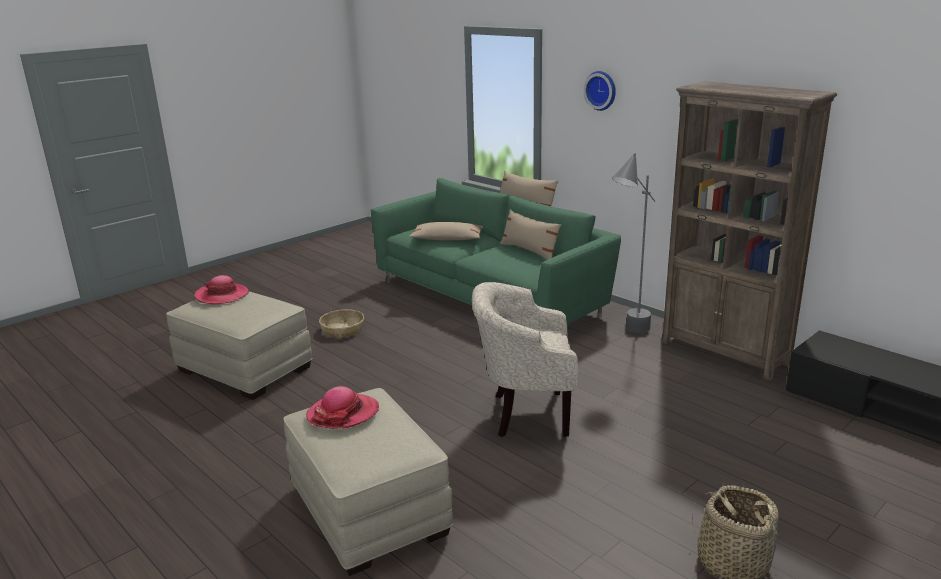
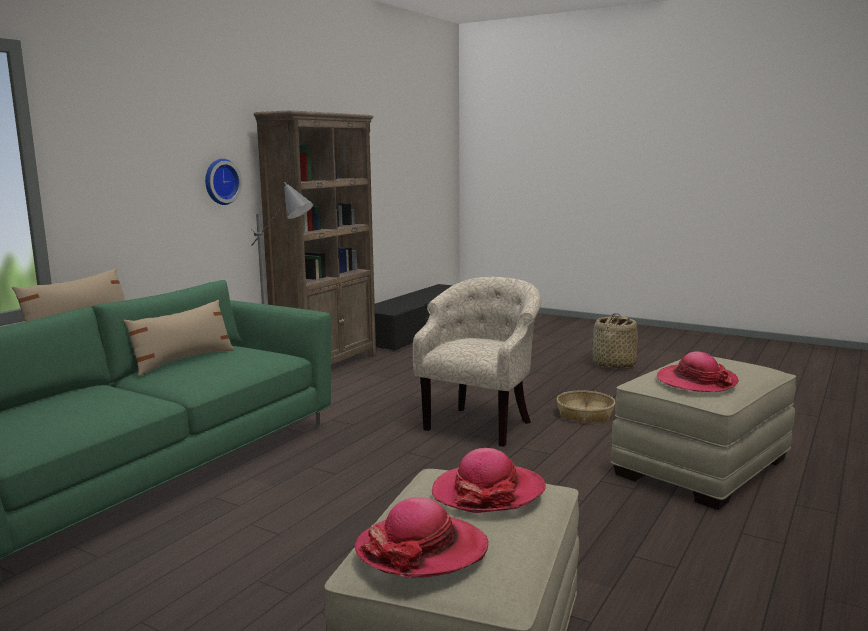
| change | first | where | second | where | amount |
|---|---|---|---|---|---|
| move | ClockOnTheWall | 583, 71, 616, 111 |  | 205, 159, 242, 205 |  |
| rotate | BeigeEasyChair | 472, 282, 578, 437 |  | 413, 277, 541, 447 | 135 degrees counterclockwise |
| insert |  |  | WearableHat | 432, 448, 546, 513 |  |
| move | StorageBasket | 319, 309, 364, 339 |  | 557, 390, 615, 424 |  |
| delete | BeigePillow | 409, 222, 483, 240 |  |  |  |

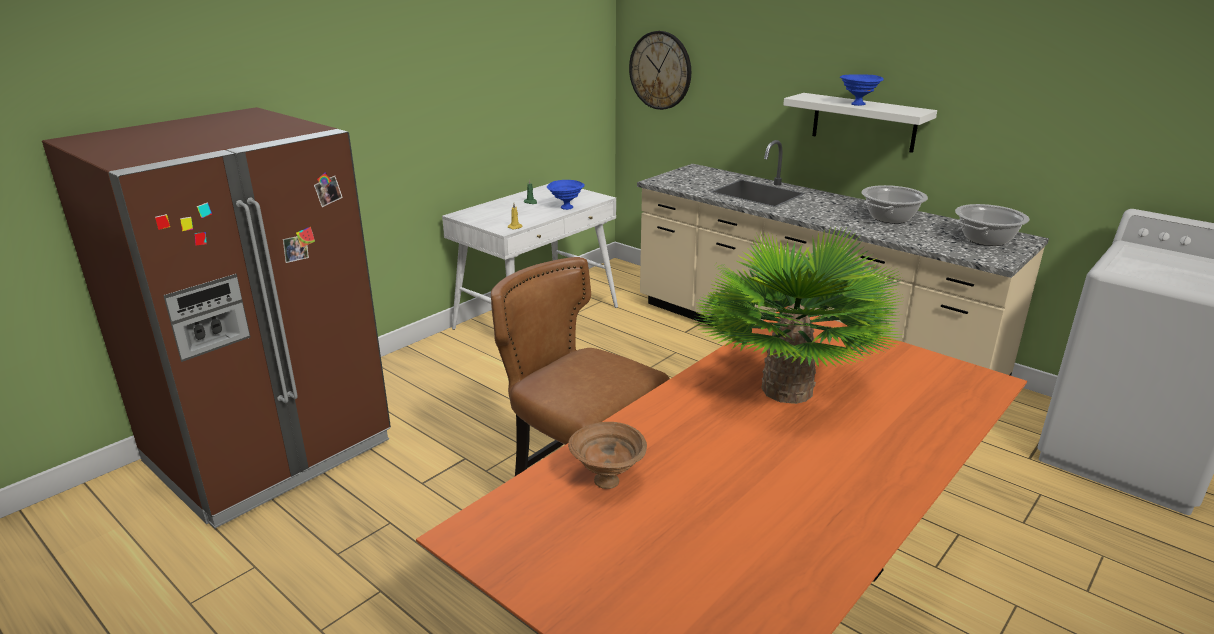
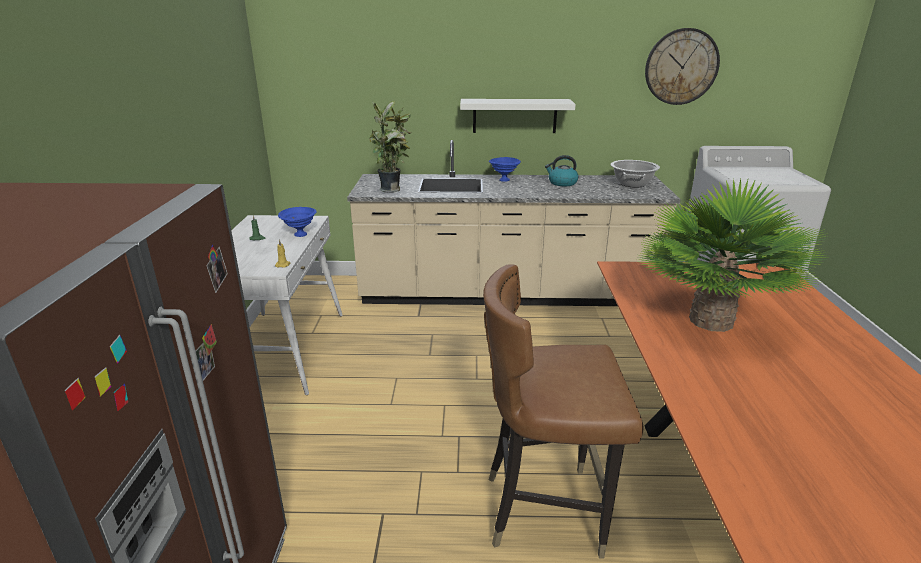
| change | first | where | second | where | amount |
|---|---|---|---|---|---|
| insert |  |  | PlantInAPot | 369, 101, 412, 193 |  |
| move | BlueBowl | 840, 75, 884, 106 |  | 489, 157, 521, 182 |  |
| replace | Stockpot | 862, 185, 928, 224 | WaterKettle | 545, 155, 579, 186 |  |
| move | ClockOnTheWall | 629, 31, 691, 110 |  | 645, 28, 720, 105 |  |
| delete | BrownishBowl | 568, 422, 647, 489 |  |  |  |

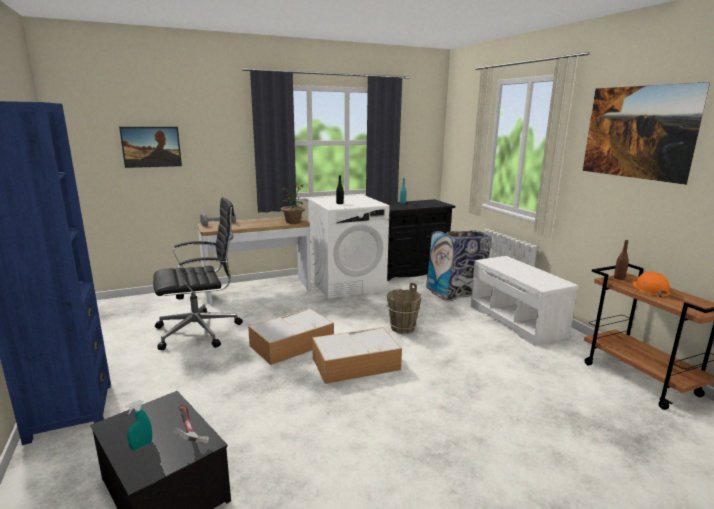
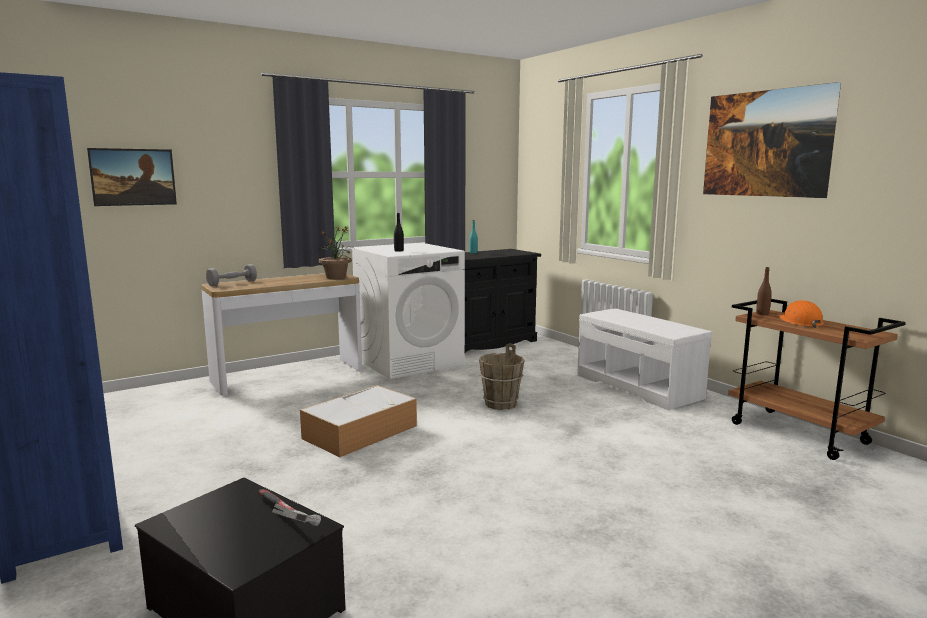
| change | first | where | second | where | amount |
|---|---|---|---|---|---|
| delete | BlueGreenSprayBottle | 125, 400, 152, 450 |  |  |  |
| delete | BlackishComputerChair | 153, 197, 243, 350 |  |  |  |
| delete | StorageBox | 312, 327, 402, 384 |  |  |  |
| delete | WasteBin | 426, 230, 492, 302 |  |  |  |

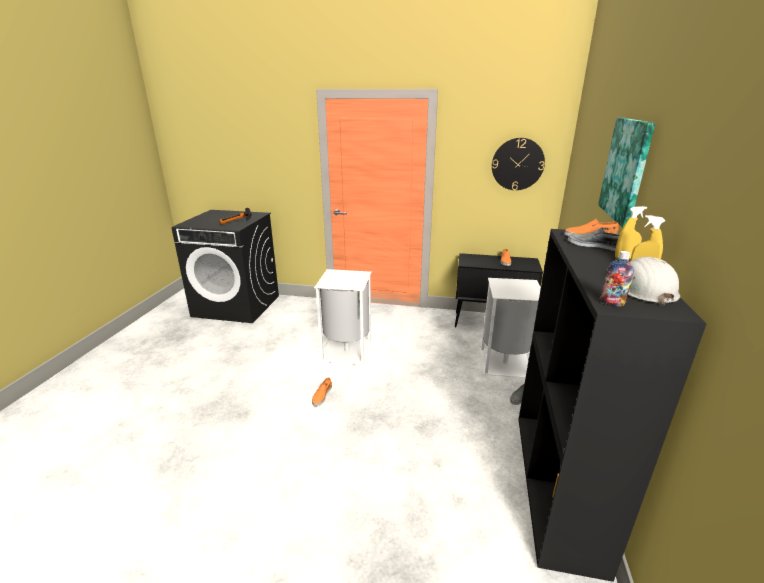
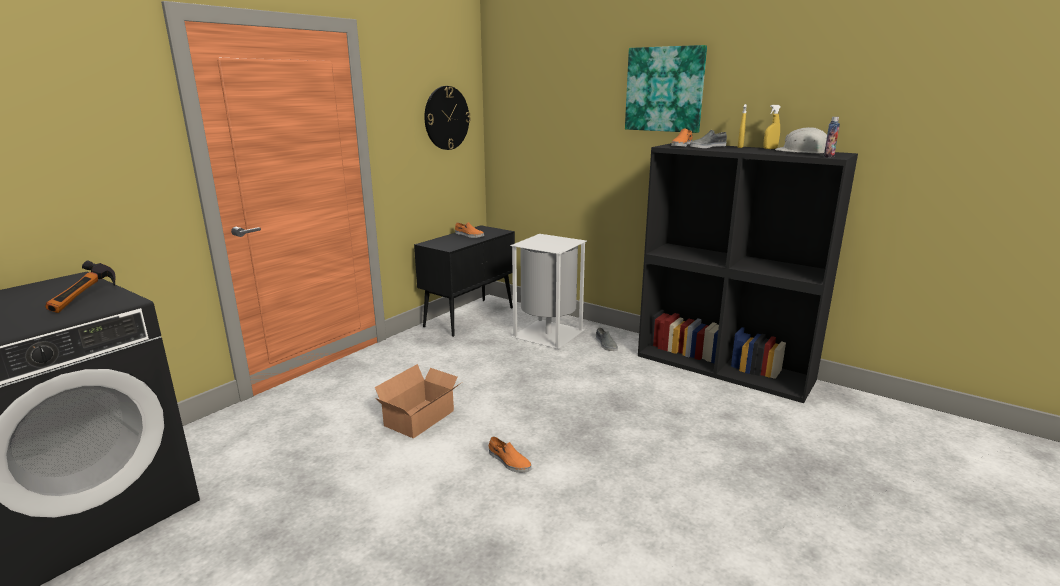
| change | first | where | second | where | amount |
|---|---|---|---|---|---|
| replace | WhiteWasteBin | 314, 269, 373, 365 | CardboardBox | 375, 364, 461, 438 |  |

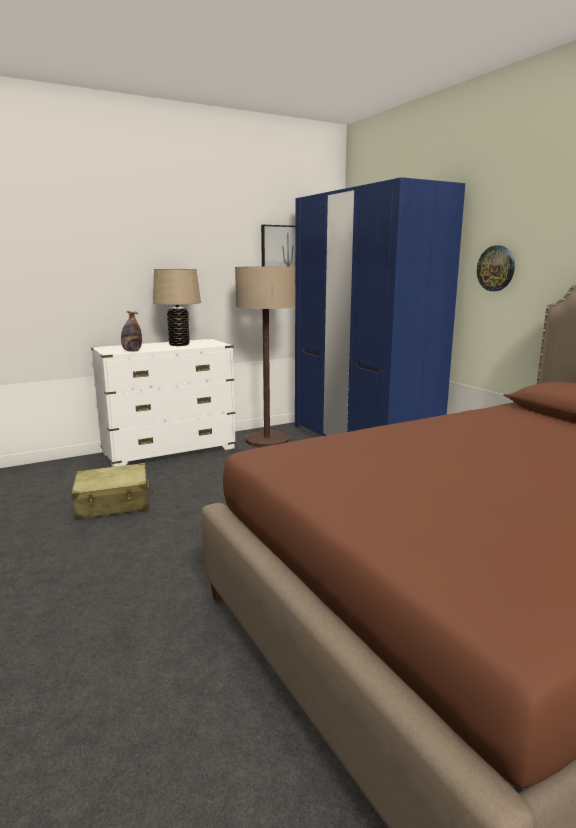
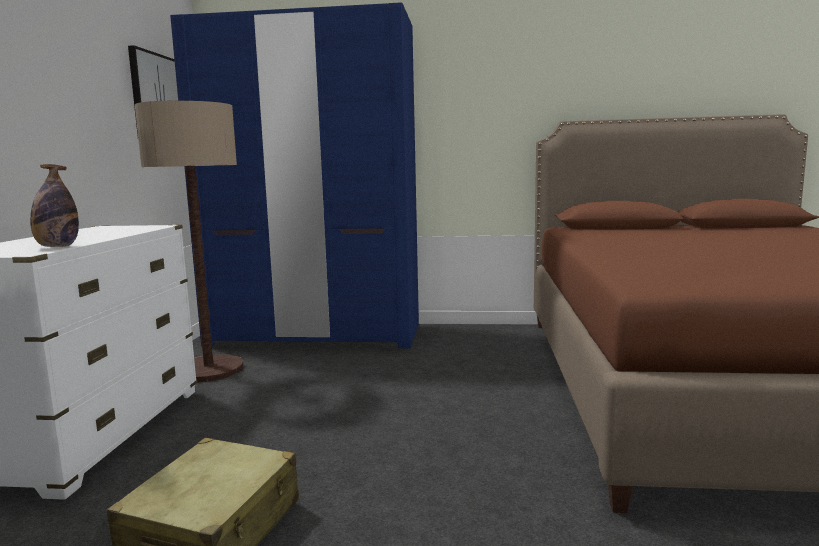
| change | first | where | second | where | amount |
|---|---|---|---|---|---|
| delete | BeigeTabletopLamp | 153, 269, 201, 346 |  |  |  |
| delete | ClockOnTheWall | 477, 245, 515, 291 |  |  |  |

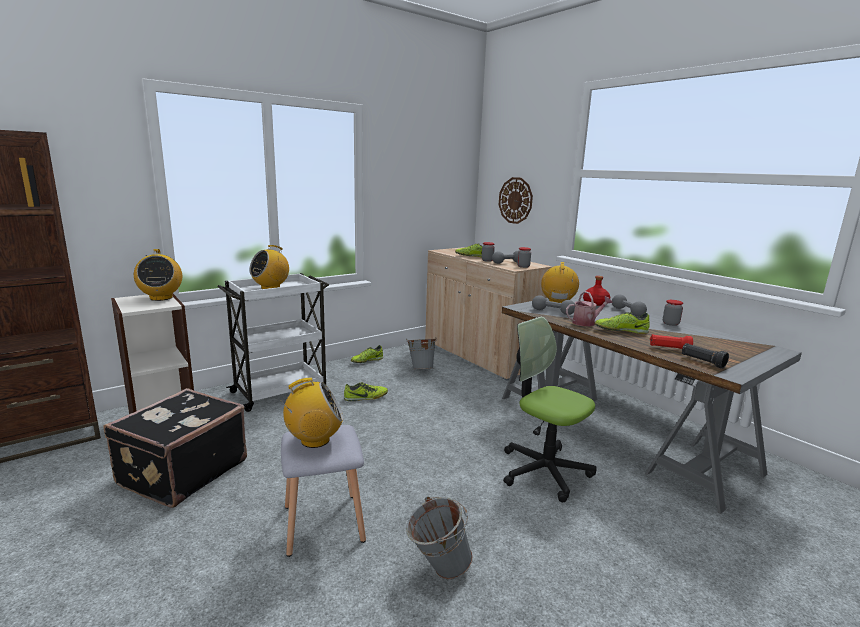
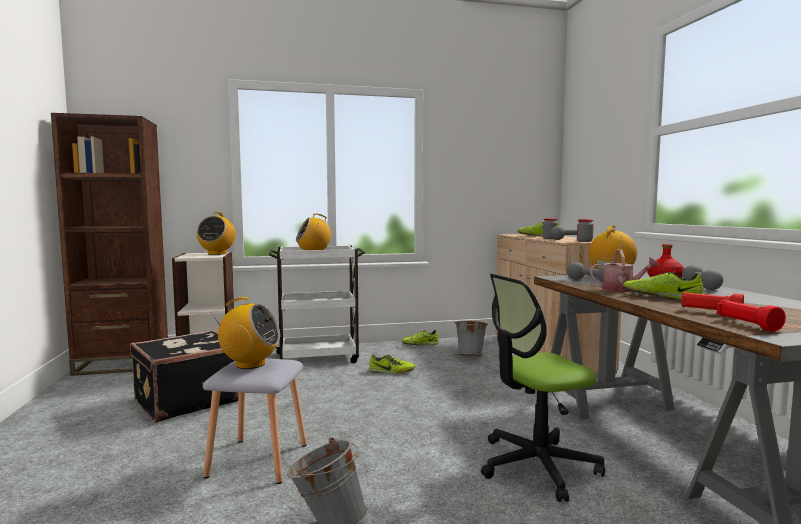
| change | first | where | second | where | amount |
|---|---|---|---|---|---|
| rotate | ComputerChair | 503, 317, 597, 502 |  | 481, 274, 605, 502 | 90 degrees counterclockwise |
| recolor | BlackishFlashlight | 682, 343, 729, 368 | RedColouredFlashlight | 717, 299, 786, 332 |  |
| delete | ClockOnTheWall | 499, 177, 533, 224 |  |  |  |
| delete | StorageJar | 663, 300, 683, 326 |  |  |  |

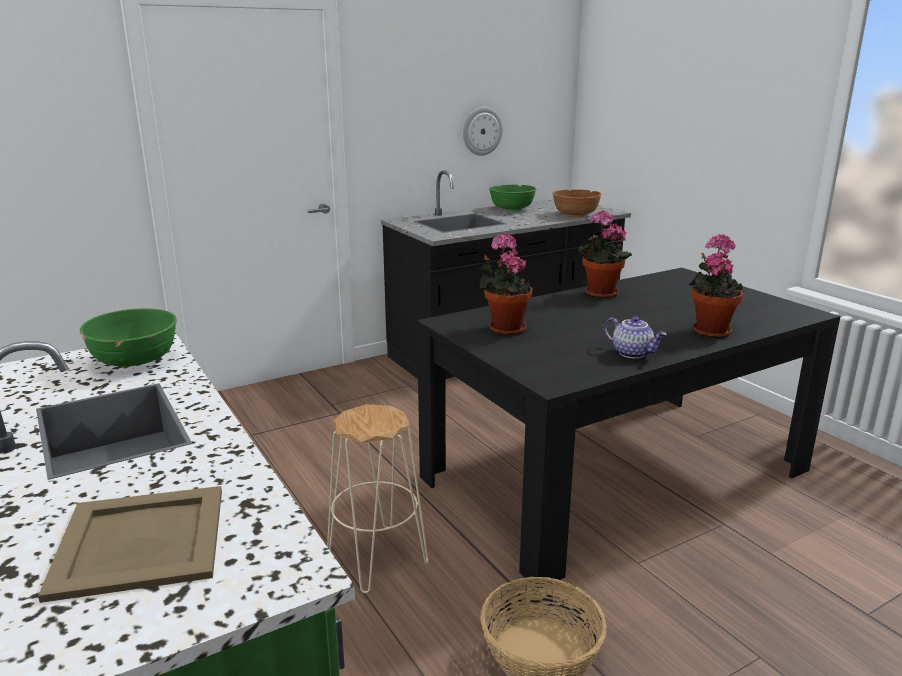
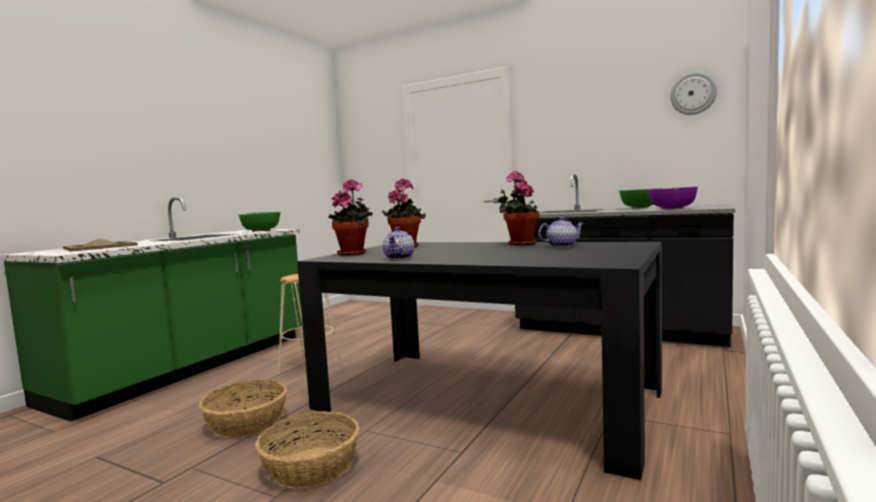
| change | first | where | second | where | amount |
|---|---|---|---|---|---|
| insert |  |  | StorageBasket | 255, 411, 360, 489 |  |
| move | PlantInAPot | 689, 234, 744, 338 |  | 328, 179, 372, 256 |  |
| insert |  |  | Teapot | 538, 217, 584, 247 |  |
| recolor | BrownishBowl | 552, 189, 602, 217 | PurpleBowl | 648, 187, 698, 210 |  |
| move | ClockOnTheWall | 463, 107, 503, 156 |  | 670, 72, 717, 115 |  |

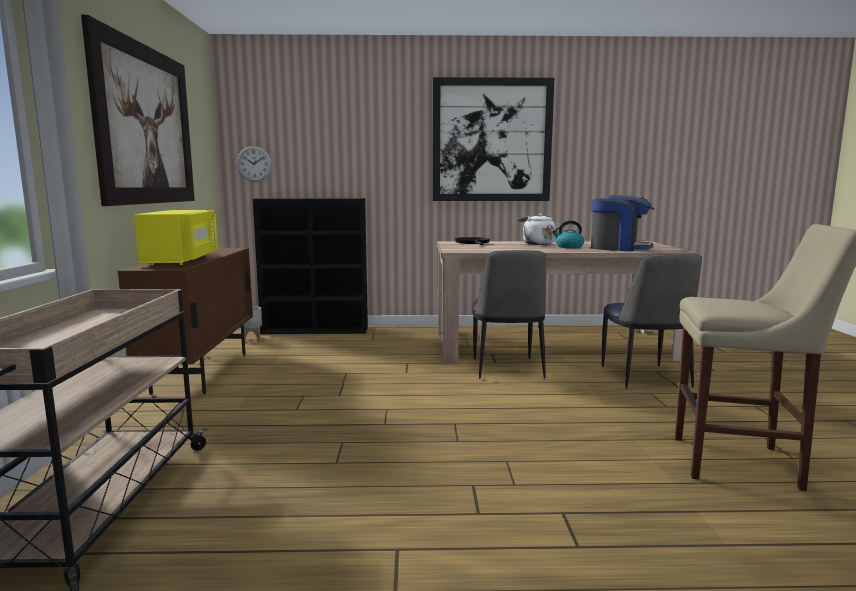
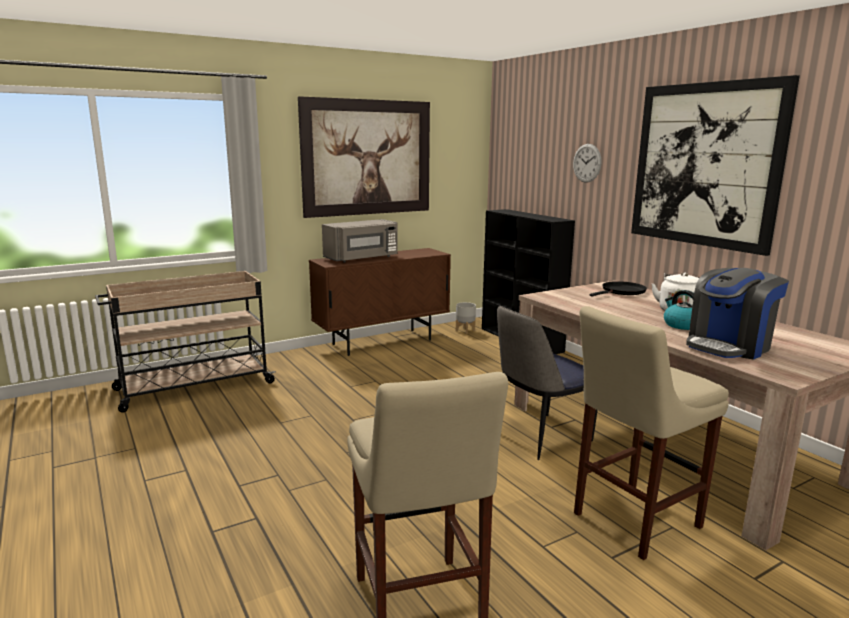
| change | first | where | second | where | amount |
|---|---|---|---|---|---|
| recolor | YellowishMicrowave | 134, 210, 218, 266 | GreyMicrowave | 322, 219, 398, 263 |  |
| move | ClockOnTheWall | 237, 146, 272, 182 |  | 573, 144, 601, 183 |  |
| replace | PlainChair | 602, 254, 702, 389 | BeigeStool | 574, 306, 729, 560 |  |
| rotate | CoffeeBrewer | 591, 195, 655, 251 |  | 686, 268, 789, 360 | 60 degrees clockwise |

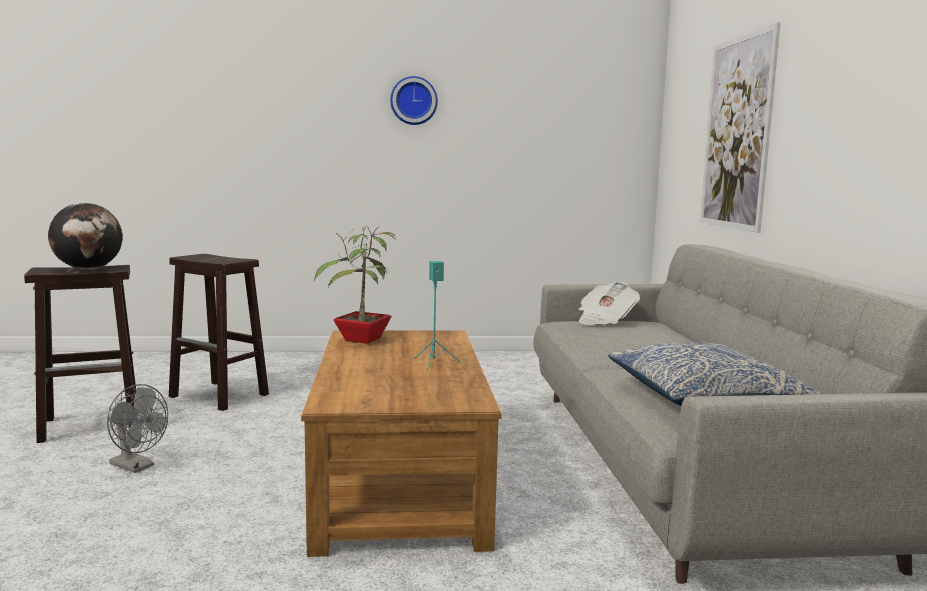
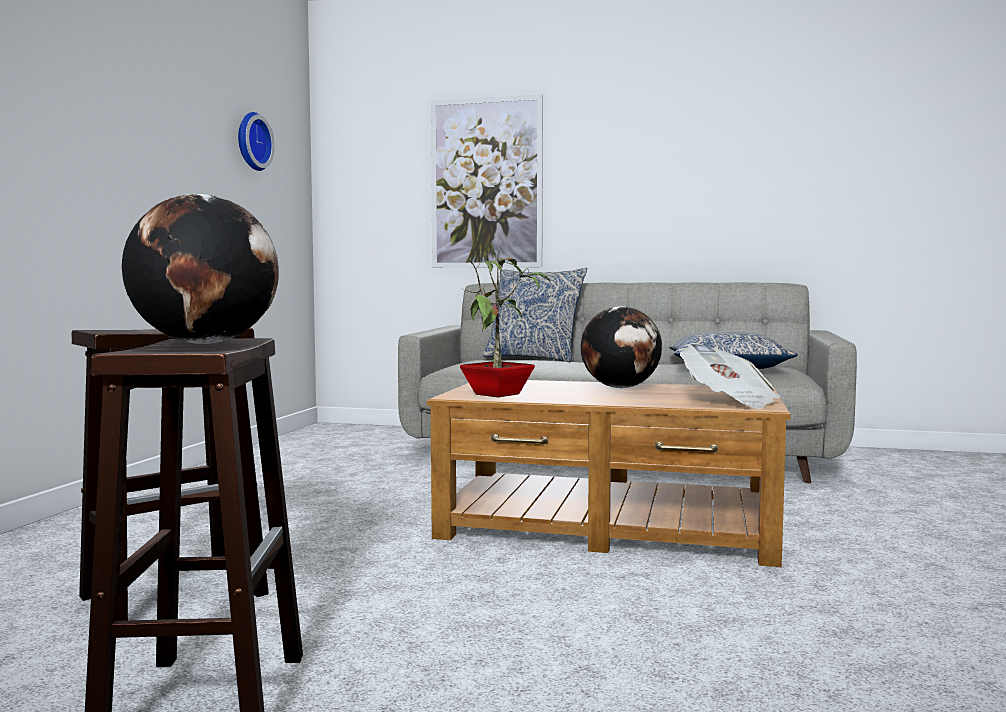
| change | first | where | second | where | amount |
|---|---|---|---|---|---|
| move | ClockOnTheWall | 390, 76, 438, 125 |  | 238, 112, 275, 171 |  |
| insert |  |  | Pillow | 483, 268, 587, 362 |  |
| replace | BlueGreenLoudspeaker | 414, 261, 461, 372 | WorldGlobe | 581, 306, 662, 388 |  |
| move | PrintedPaper | 579, 282, 640, 325 |  | 680, 343, 781, 409 |  |
| delete | GreyElectricFan | 107, 384, 168, 473 |  |  |  |

